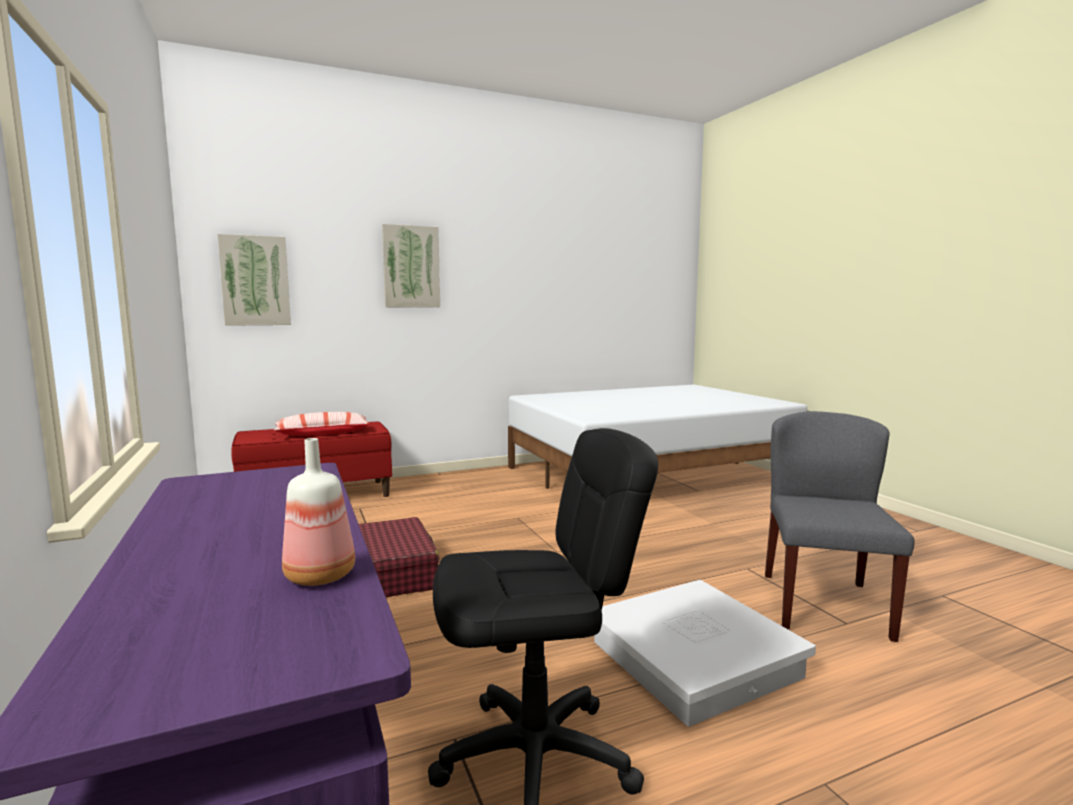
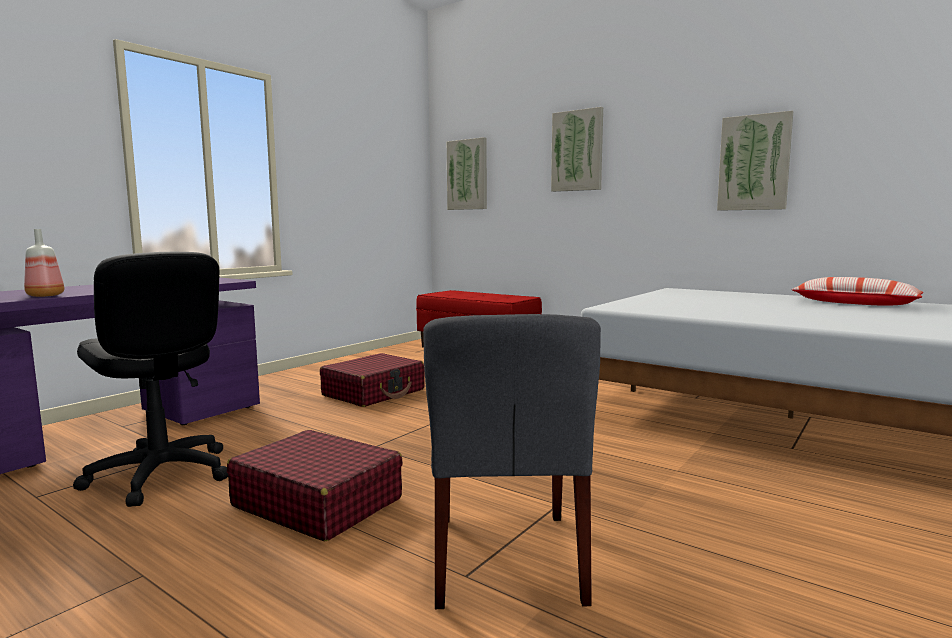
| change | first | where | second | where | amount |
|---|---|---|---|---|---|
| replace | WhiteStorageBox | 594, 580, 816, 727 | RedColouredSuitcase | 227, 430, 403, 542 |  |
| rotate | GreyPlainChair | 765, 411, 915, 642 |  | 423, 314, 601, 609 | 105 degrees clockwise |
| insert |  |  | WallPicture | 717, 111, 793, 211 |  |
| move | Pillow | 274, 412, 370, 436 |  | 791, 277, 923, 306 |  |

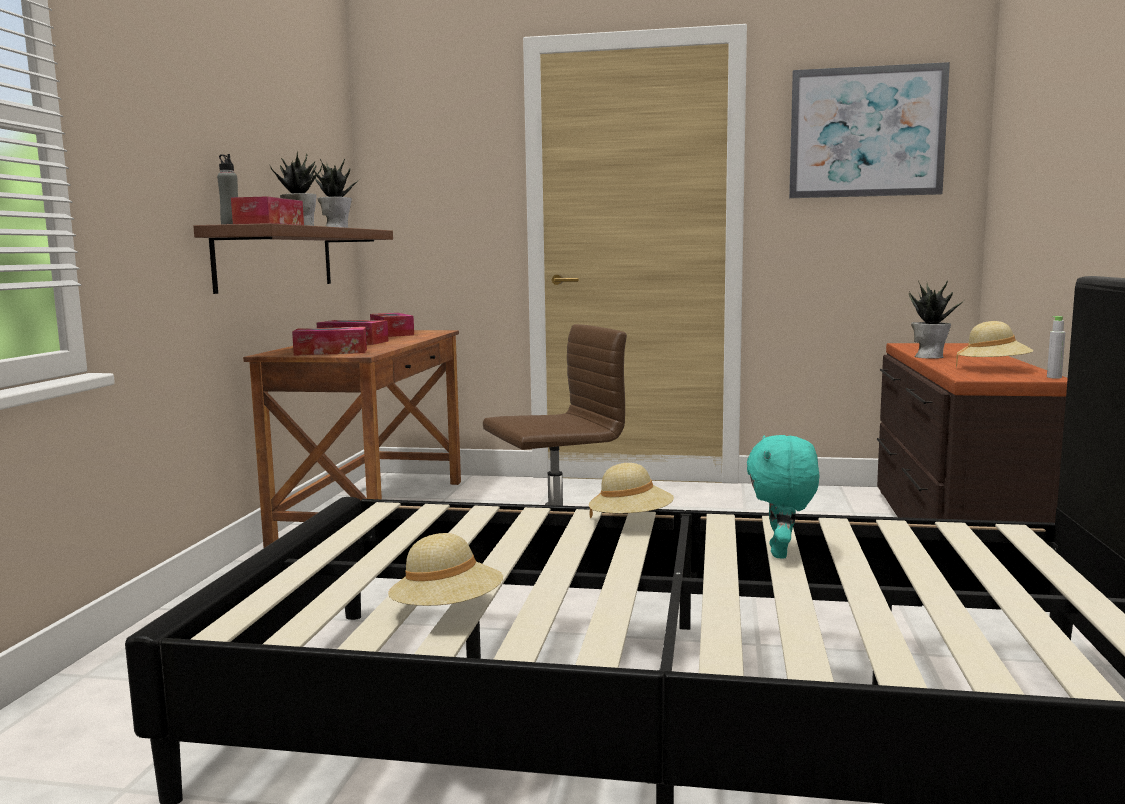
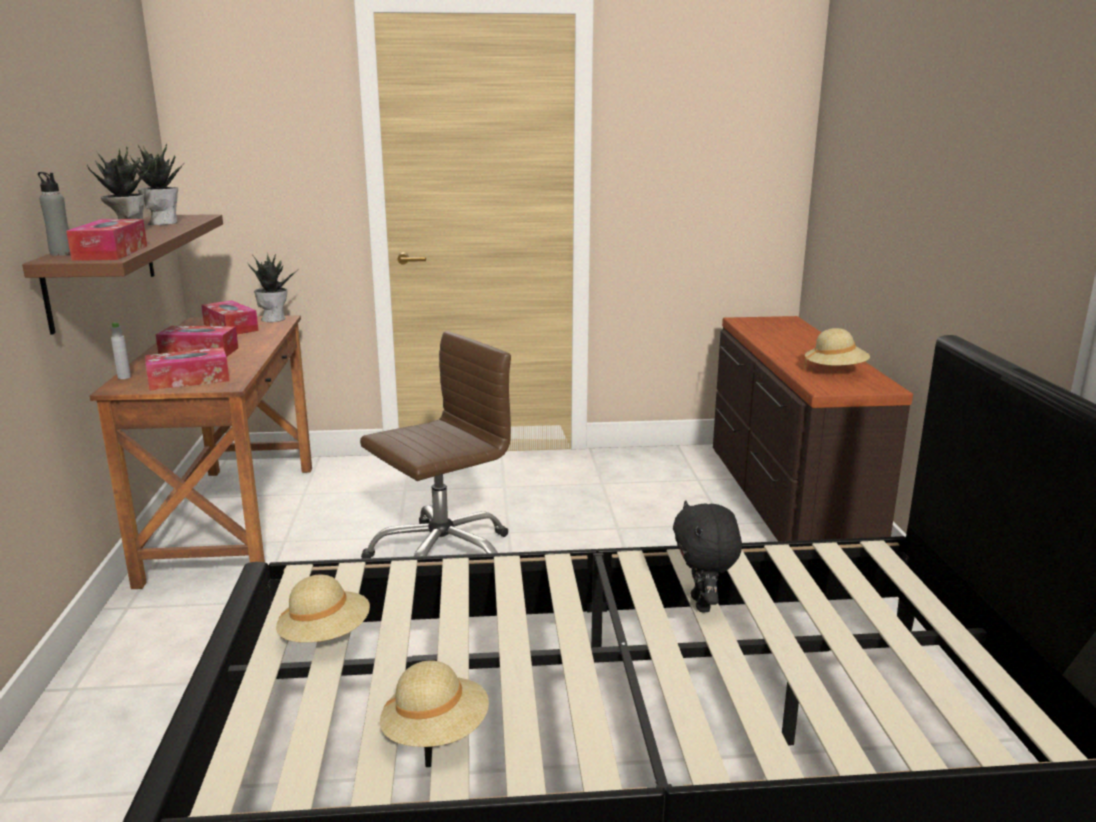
| change | first | where | second | where | amount |
|---|---|---|---|---|---|
| move | GreyBottle | 1047, 316, 1065, 379 |  | 111, 322, 131, 379 |  |
| move | PlantInAPot | 909, 280, 965, 359 |  | 248, 254, 297, 322 |  |
| move | BeigeWearableHat | 589, 463, 674, 518 |  | 276, 575, 370, 643 |  |
| recolor | BlueGreenPlushToy | 747, 435, 820, 559 | BlackishPlushToy | 673, 500, 742, 612 |  |
| delete | WallPicture | 789, 62, 950, 198 |  |  |  |

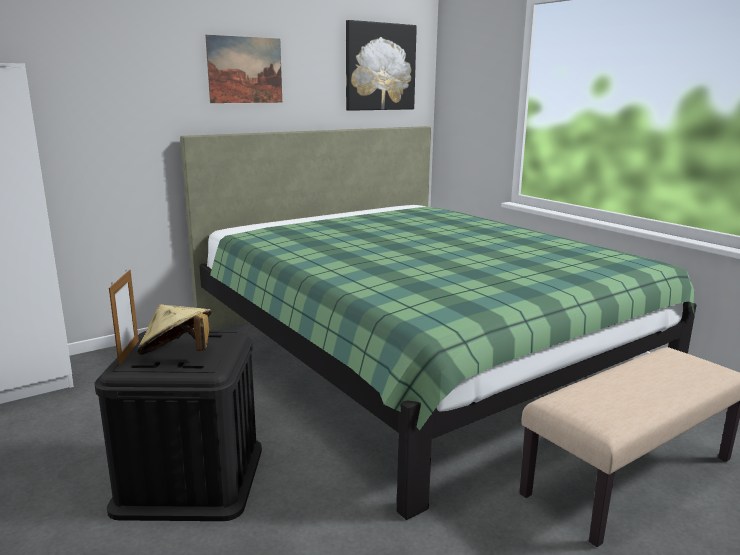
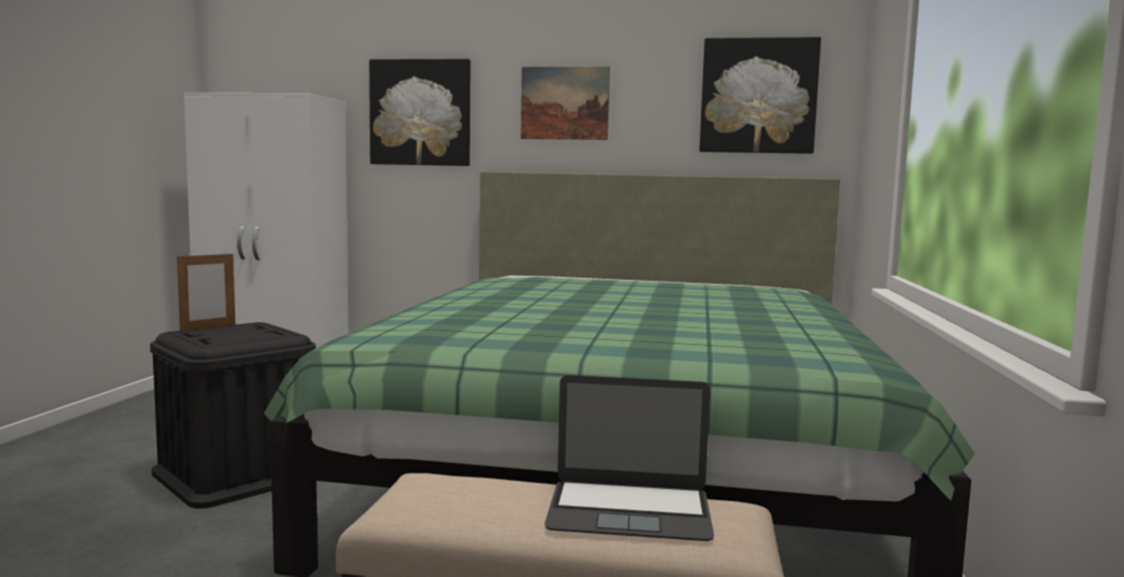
| change | first | where | second | where | amount |
|---|---|---|---|---|---|
| insert |  |  | WallPicture | 369, 59, 471, 166 |  |
| insert |  |  | NotebookComputer | 545, 375, 714, 541 |  |
| delete | BeigeWearableHat | 137, 304, 212, 355 |  |  |  |

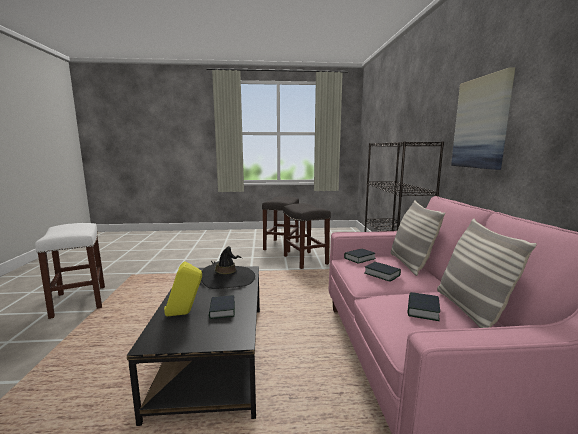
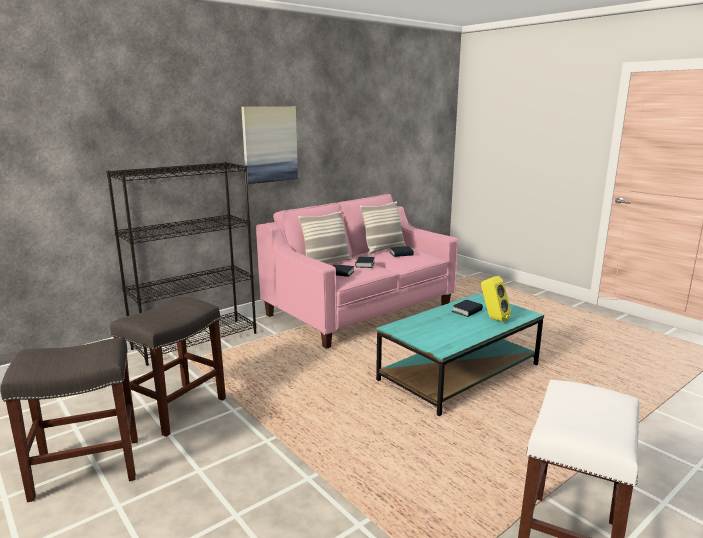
| change | first | where | second | where | amount |
|---|---|---|---|---|---|
| recolor | BlackishLoungeTable | 127, 266, 260, 426 | BlueGreenLoungeTable | 376, 293, 544, 416 |  |
| delete | BlackishWearableHat | 201, 246, 255, 289 |  |  |  |

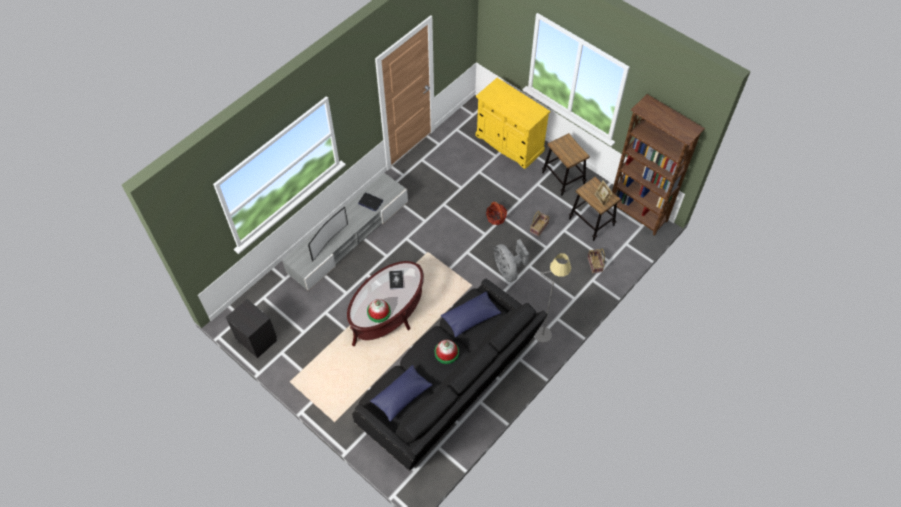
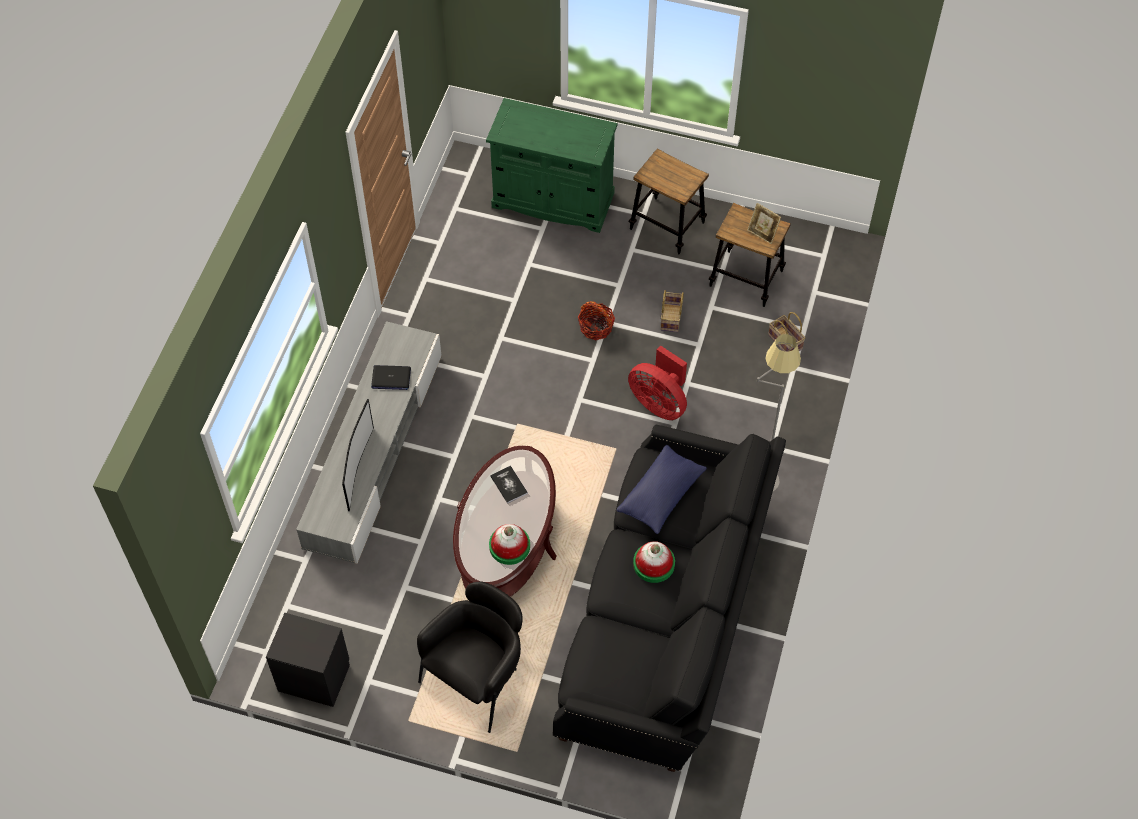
| change | first | where | second | where | amount |
|---|---|---|---|---|---|
| insert |  |  | BlackishEasyChair | 417, 582, 523, 733 |  |
| recolor | YellowishStorageCabinet | 476, 78, 550, 169 | GreenishStorageCabinet | 486, 98, 618, 233 |  |
| recolor | GreyElectricFan | 494, 239, 529, 282 | RedColouredElectricFan | 628, 345, 687, 420 |  |
| delete | BluePillow | 370, 365, 432, 422 |  |  |  |
| delete | BrownishBookcase | 612, 94, 705, 236 |  |  |  |

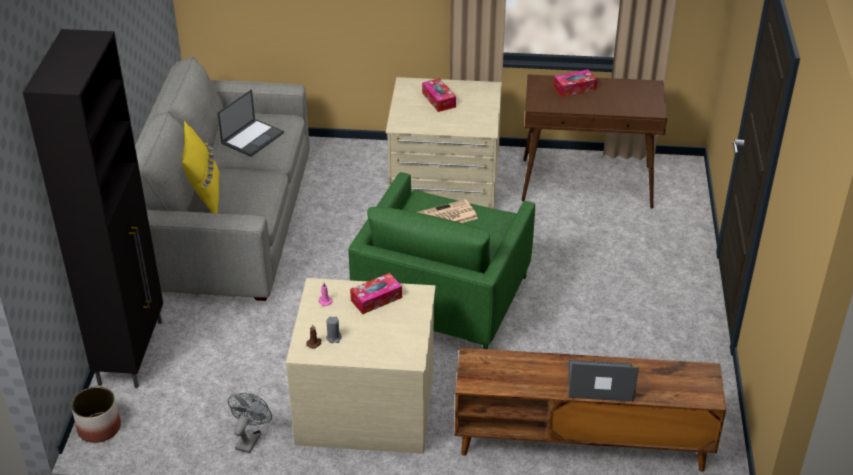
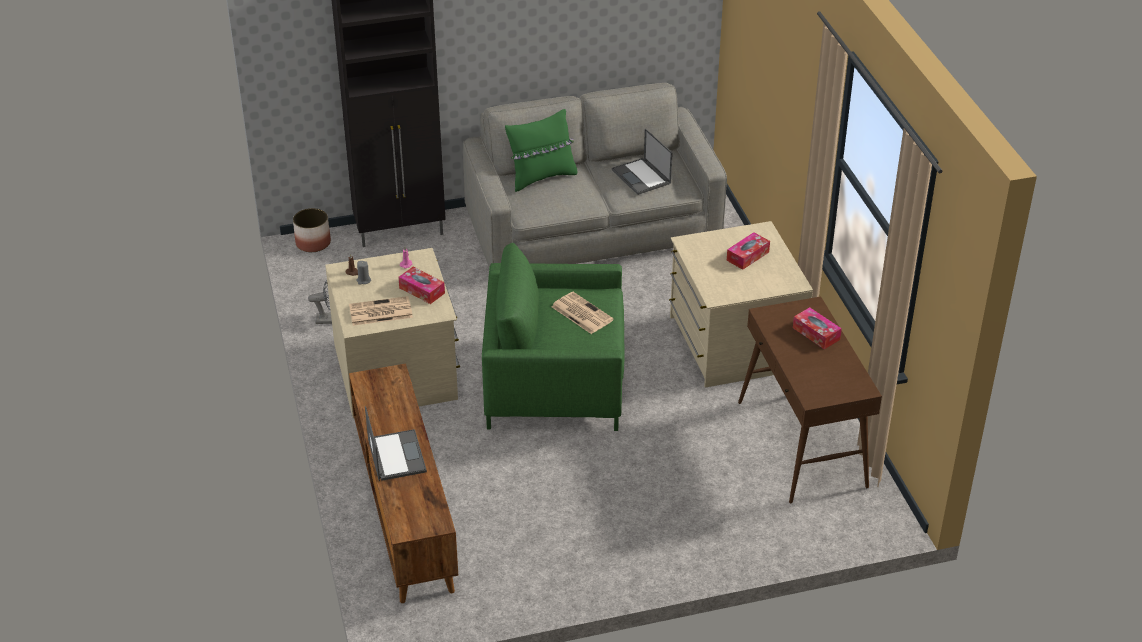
| change | first | where | second | where | amount |
|---|---|---|---|---|---|
| insert |  |  | PrintedPaper | 349, 296, 413, 326 |  |
| recolor | YellowishPillow | 182, 121, 219, 213 | GreenishPillow | 505, 109, 577, 192 |  |
| rotate | NotebookComputer | 217, 89, 284, 157 |  | 612, 128, 673, 195 | 45 degrees clockwise |

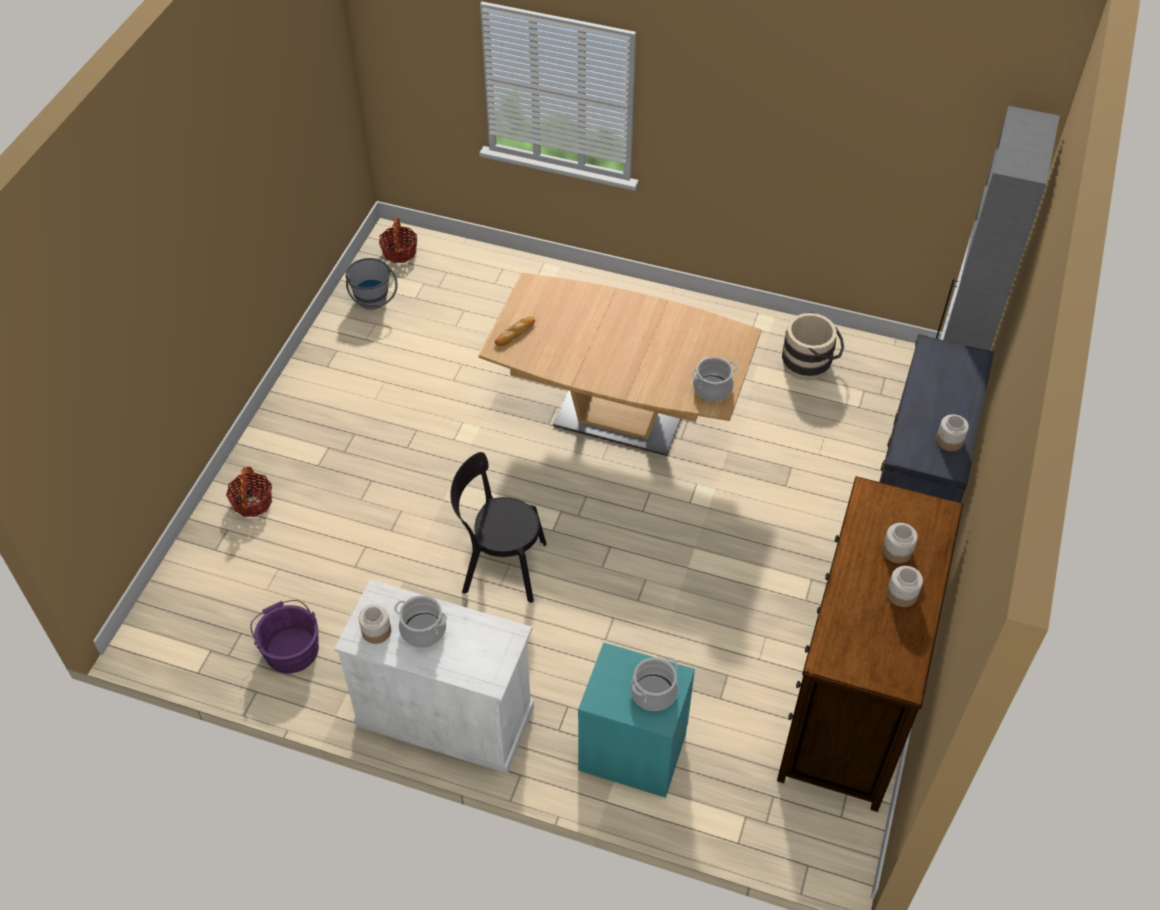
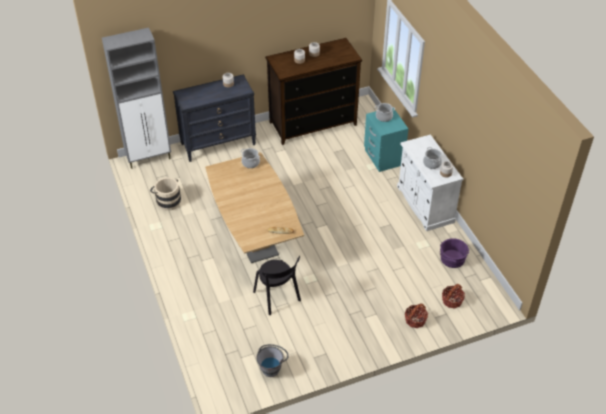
| change | first | where | second | where | amount |
|---|---|---|---|---|---|
| move | BlackishPlainChair | 450, 452, 546, 603 |  | 253, 256, 301, 315 |  |
| move | StorageBasket | 379, 218, 417, 263 |  | 442, 284, 465, 309 |  |

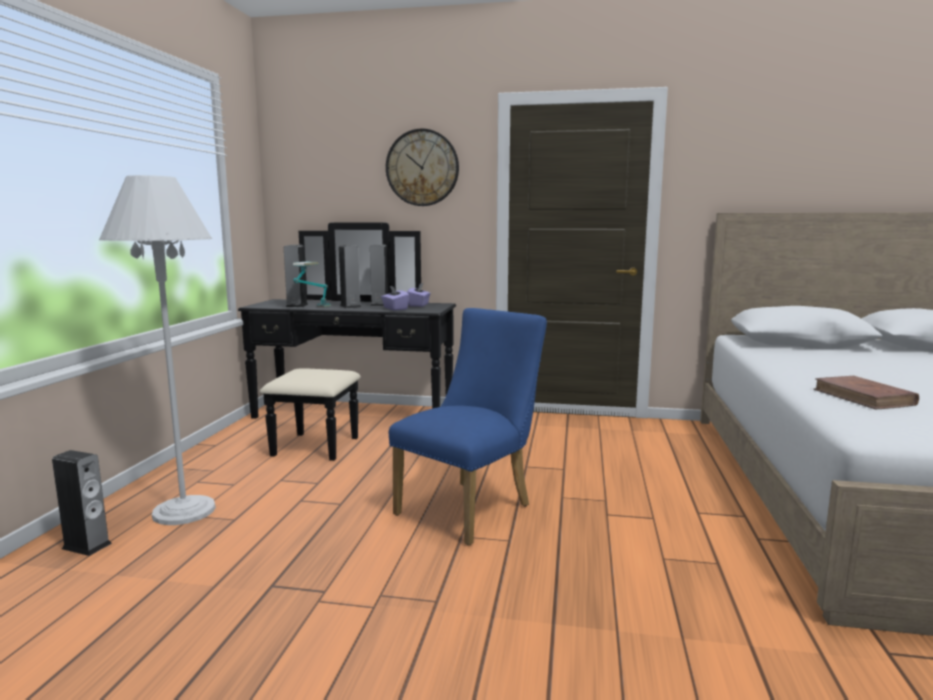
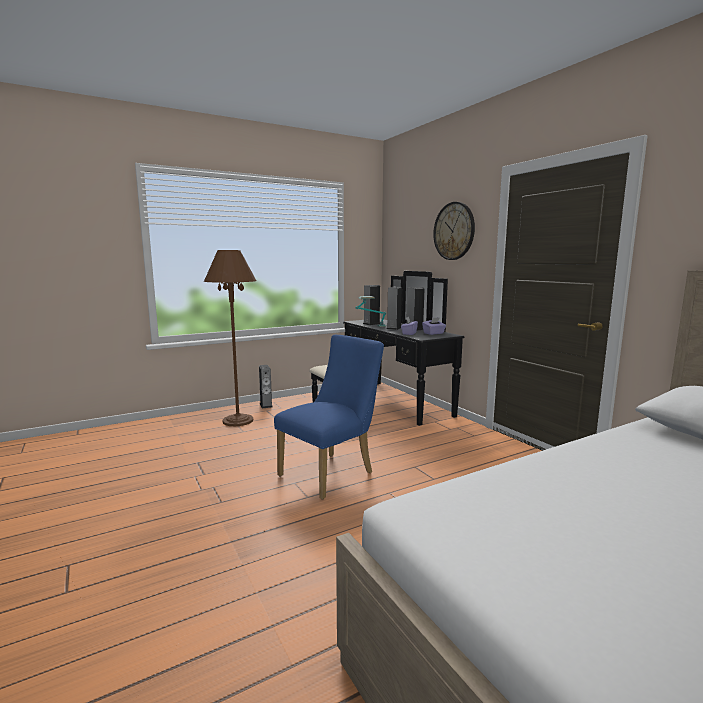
| change | first | where | second | where | amount |
|---|---|---|---|---|---|
| recolor | WhiteFloorLamp | 99, 175, 216, 525 | BrownishFloorLamp | 204, 250, 257, 426 |  |
| move | Loudspeaker | 52, 450, 112, 556 |  | 259, 365, 273, 408 |  |
| rotate | BluePlainChair | 389, 308, 547, 546 |  | 274, 335, 384, 500 | 45 degrees counterclockwise |
| delete | BrownishBook | 813, 376, 919, 409 |  |  |  |

